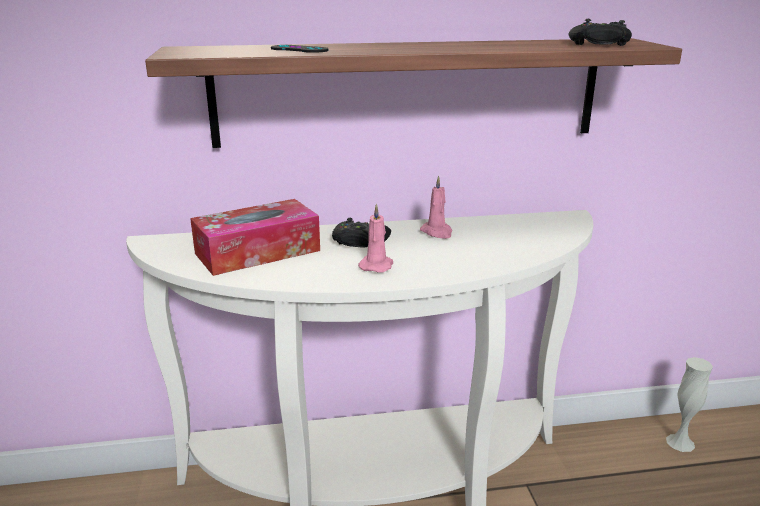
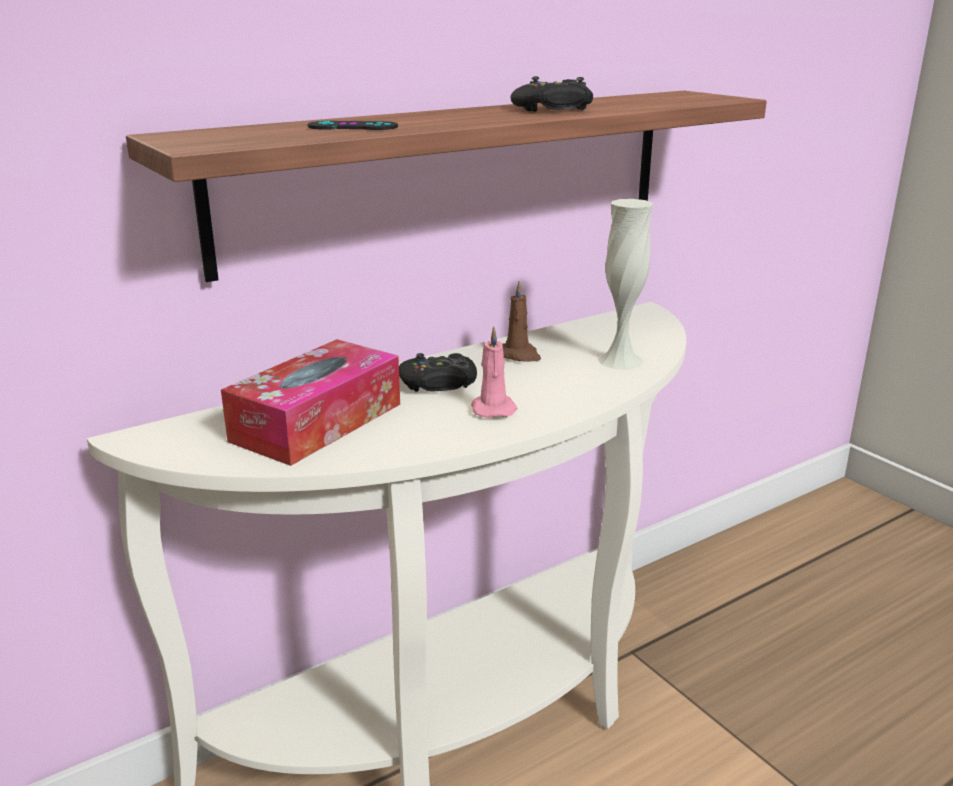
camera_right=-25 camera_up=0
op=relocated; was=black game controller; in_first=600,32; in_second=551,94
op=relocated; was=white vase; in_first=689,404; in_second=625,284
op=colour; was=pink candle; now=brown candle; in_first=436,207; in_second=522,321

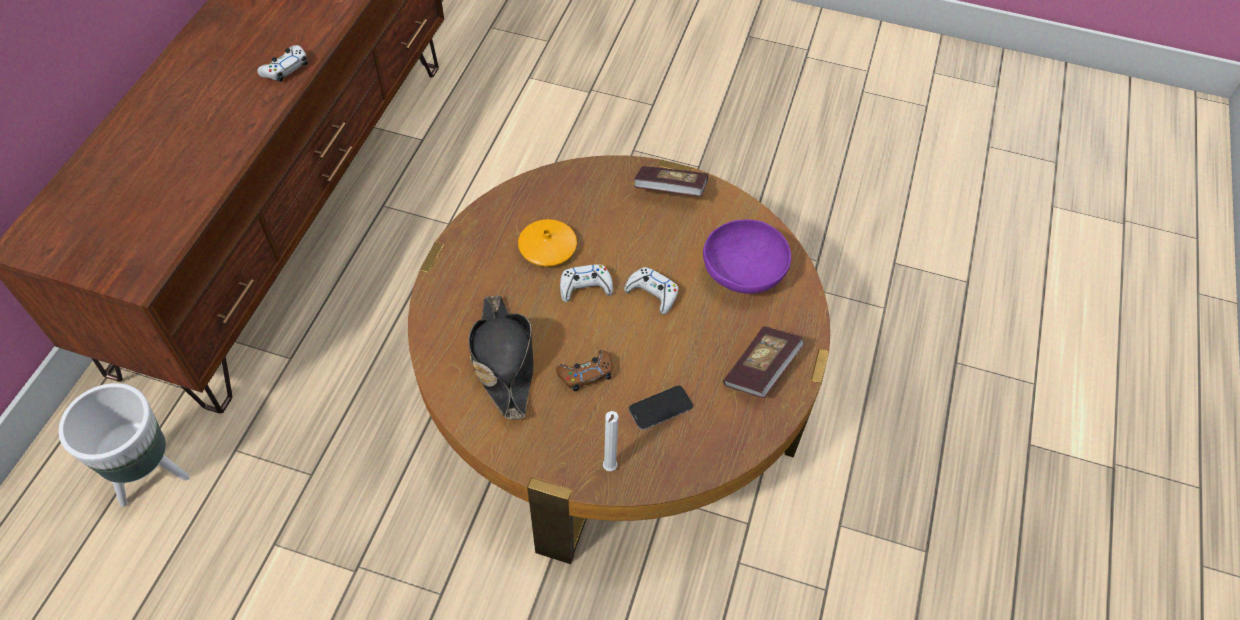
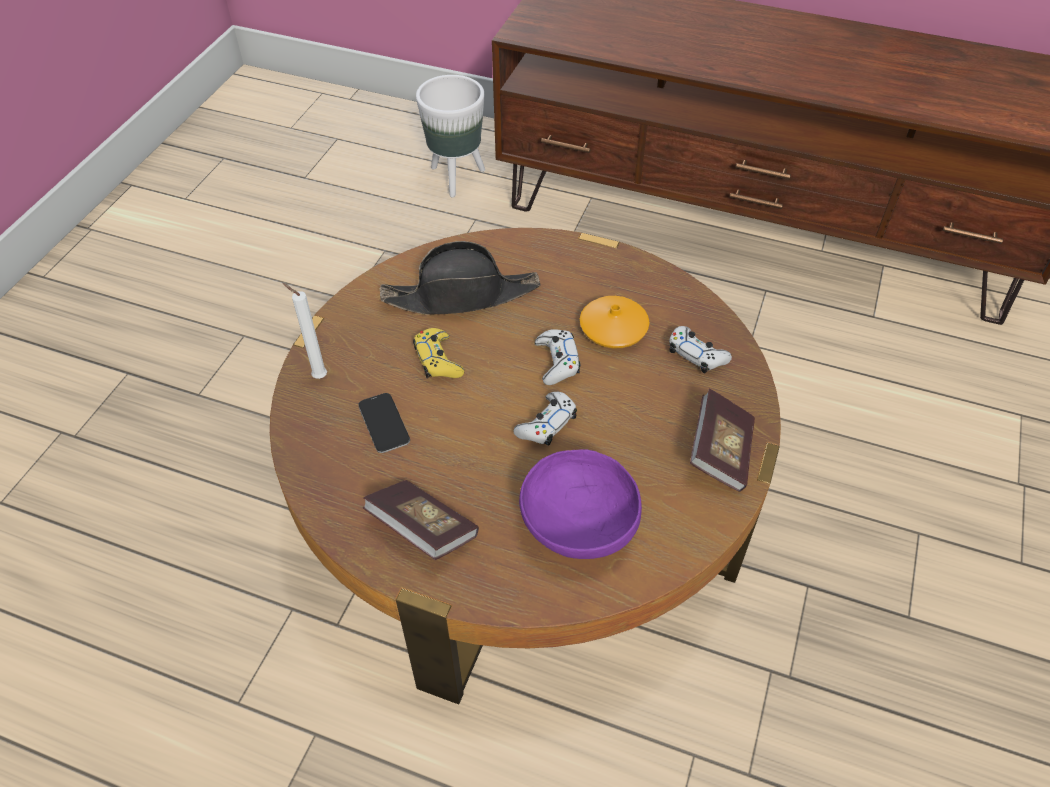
camera_right=95 camera_up=-5
op=relocated; was=white game controller; in_first=282,63; in_second=700,349
op=colour; was=brown game controller; now=yellow game controller; in_first=584,371; in_second=438,353

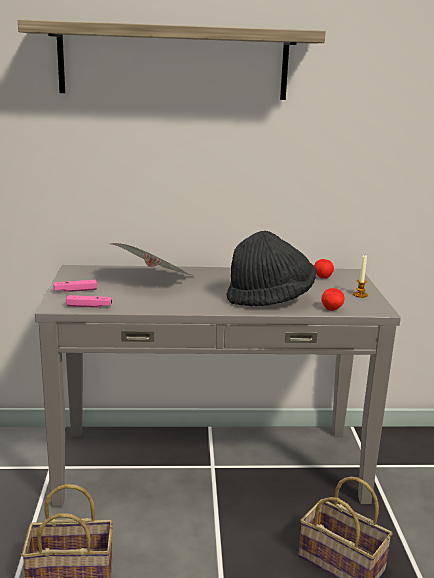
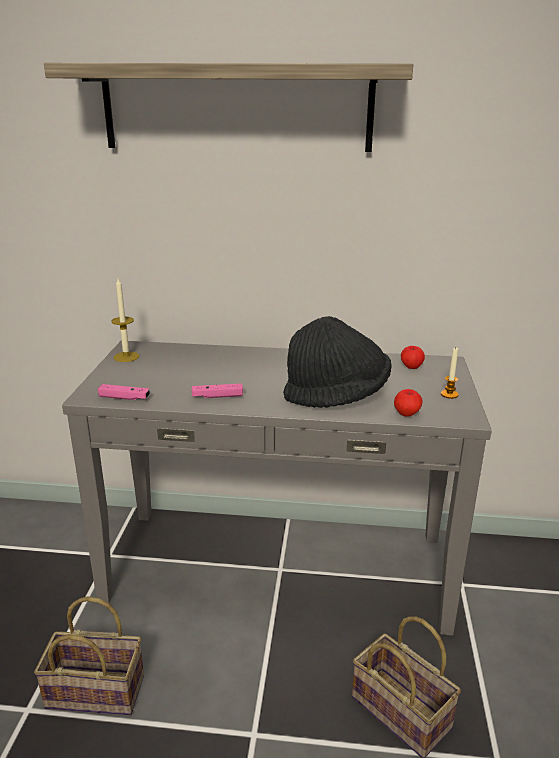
camera_right=10 camera_up=5
op=missing; was=newspaper; in_first=151,259
op=appeared; now=candle; in_second=125,320
op=relocated; was=pink game controller; in_first=75,286; in_second=217,390

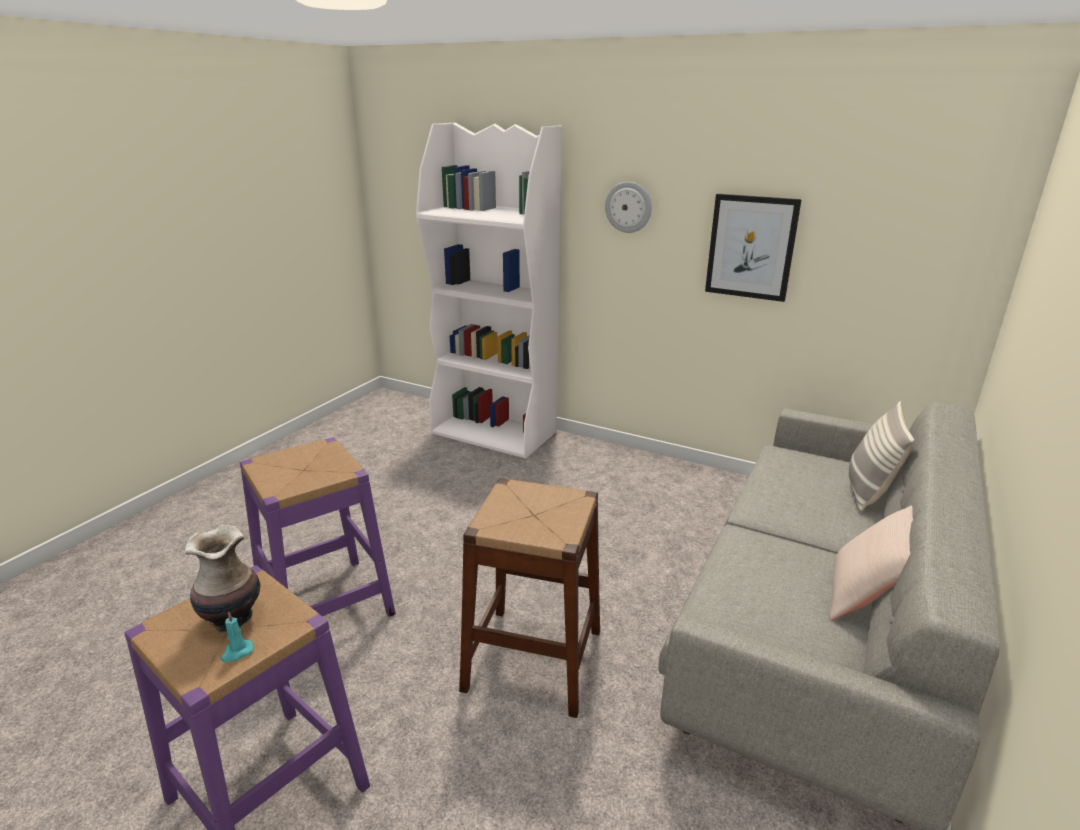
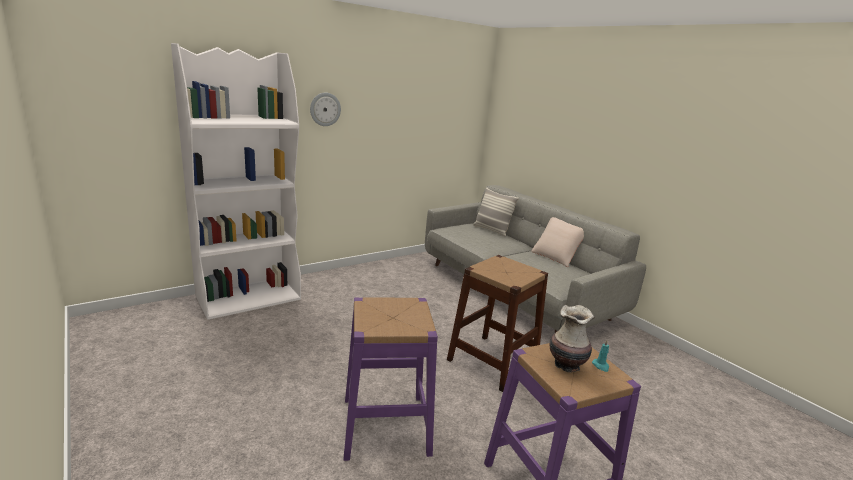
camera_right=-65 camera_up=-5
op=missing; was=picture; in_first=753,248

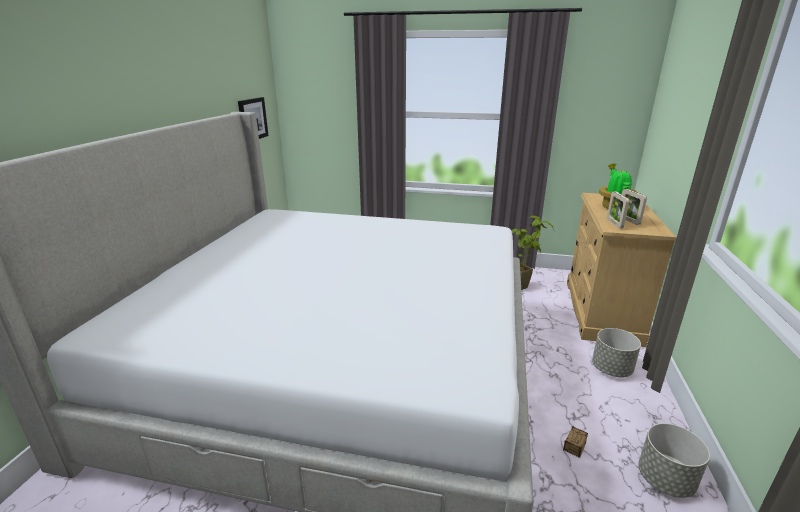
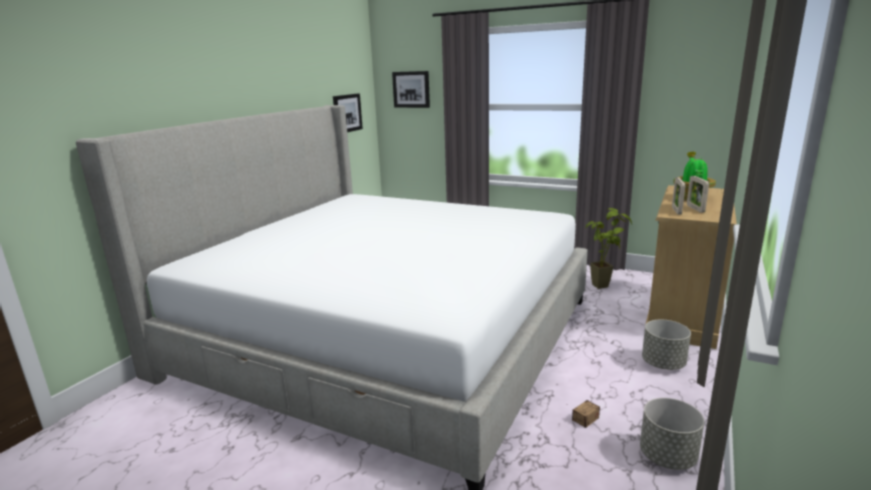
camera_right=15 camera_up=-5
op=appeared; now=picture; in_second=411,89

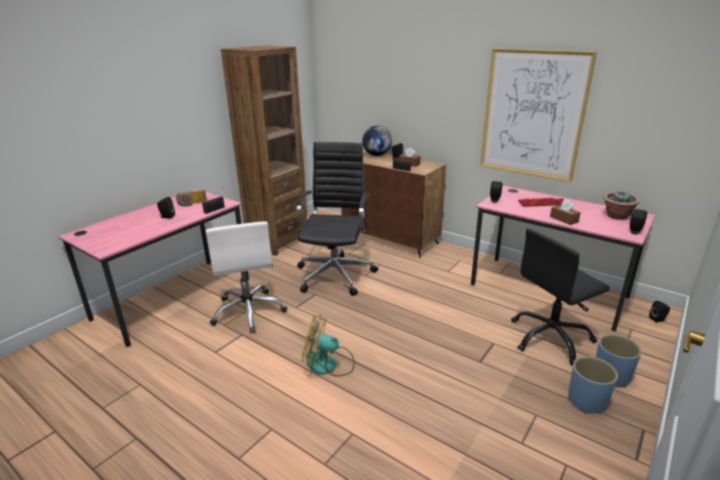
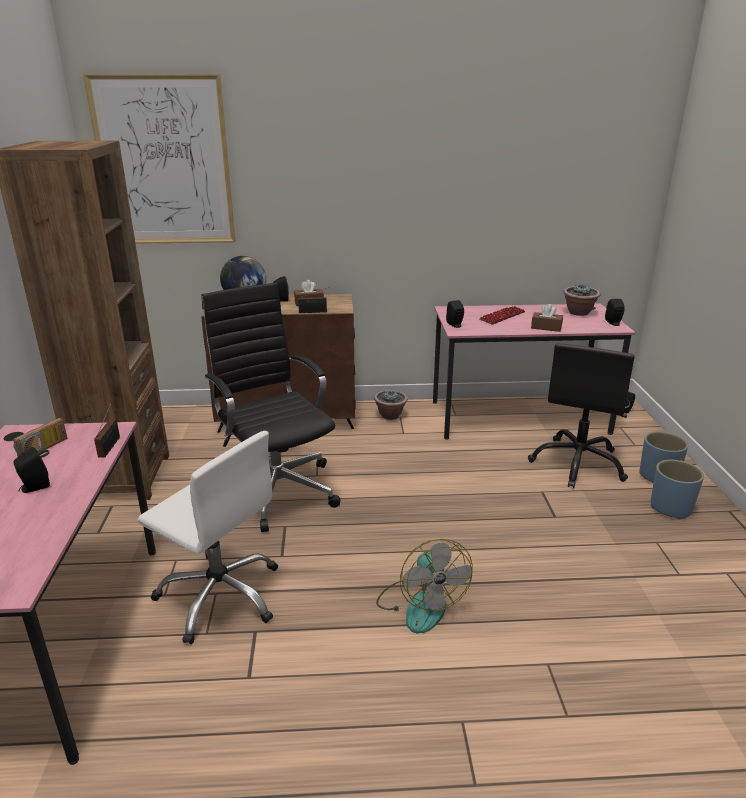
camera_right=-40 camera_up=0
op=appeared; now=potted plant; in_second=391,405
op=relocated; was=picture; in_first=538,115; in_second=159,159
op=spun; was=fan; in_first=328,345; in_second=424,586; clockwise=-75

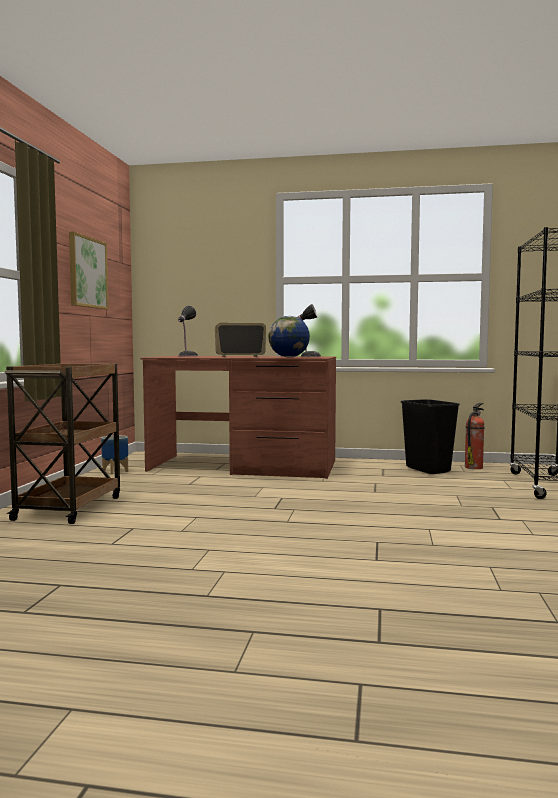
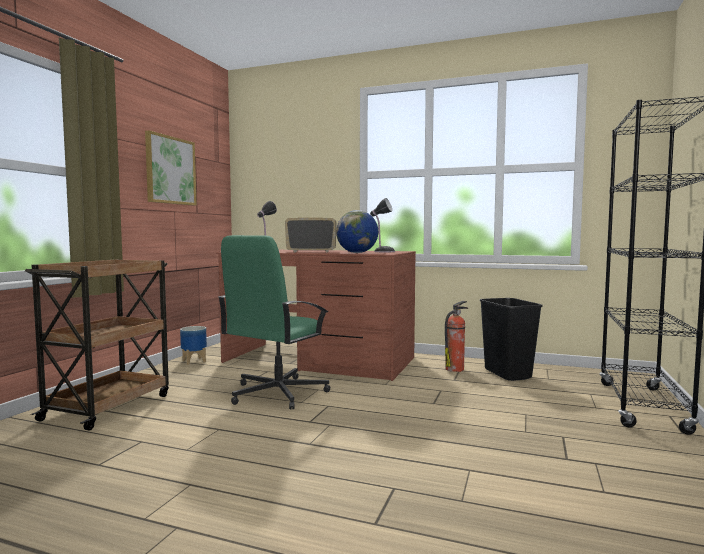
camera_right=10 camera_up=0
op=appeared; now=green office chair; in_second=274,322
op=relocated; was=fire extinguisher; in_first=475,436; in_second=456,336

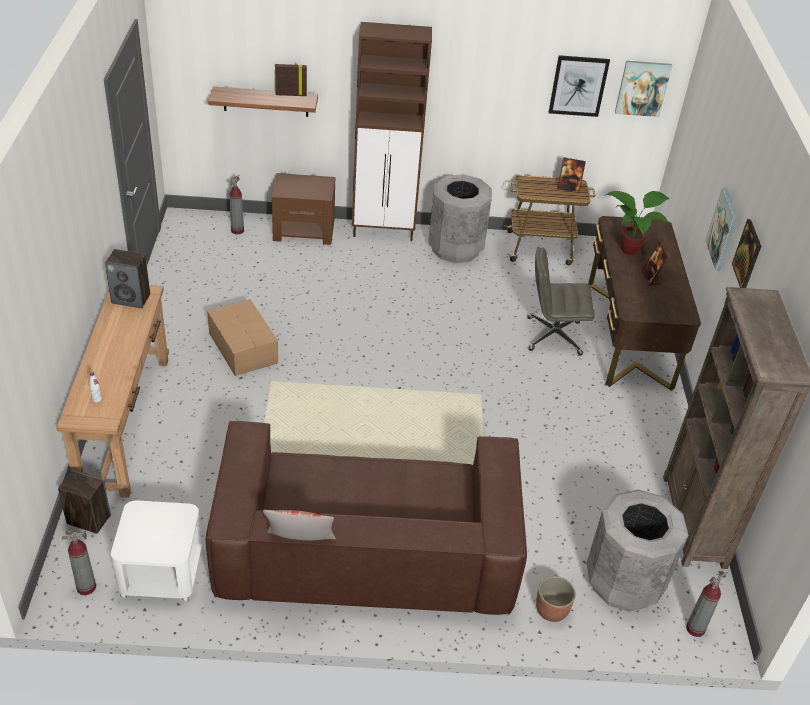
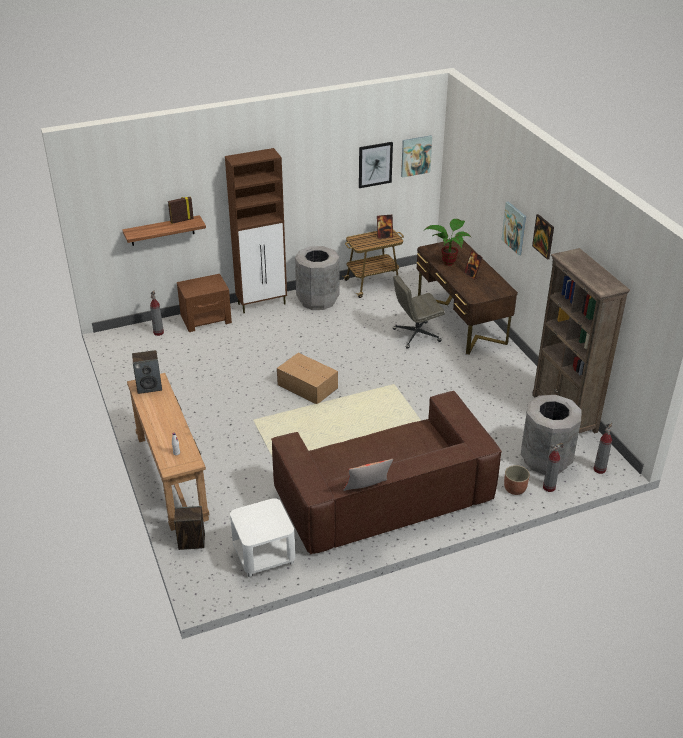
camera_right=-20 camera_up=-5
op=relocated; was=fire extinguisher; in_first=79,562; in_second=553,467
op=relocated; was=cardboard box; in_first=242,337; in_second=307,378

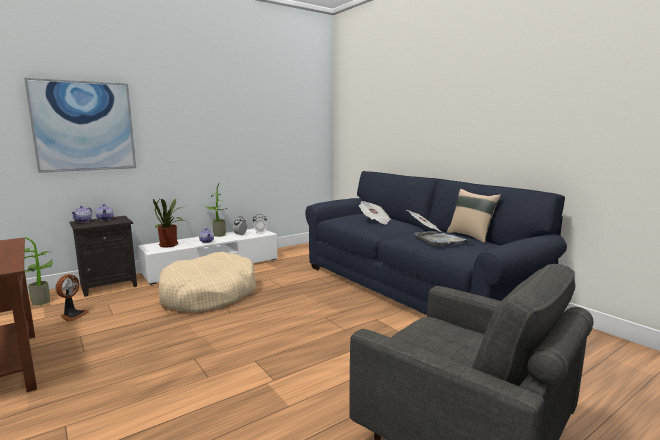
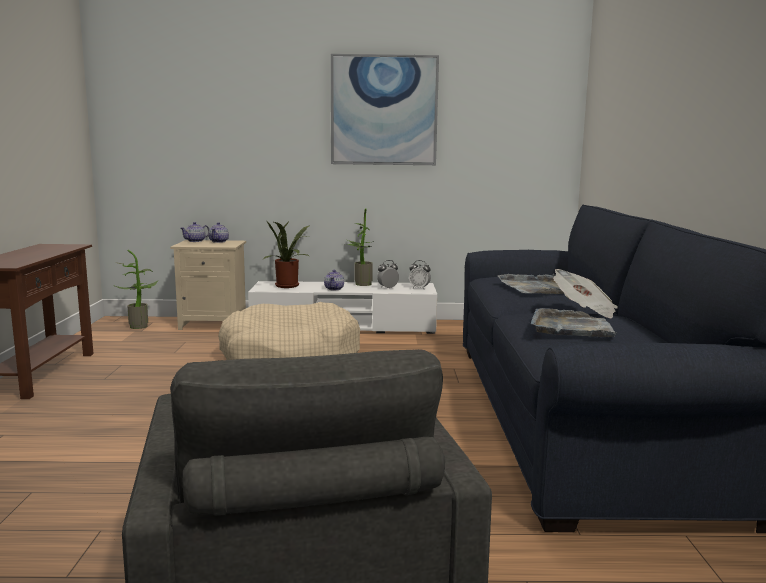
camera_right=35 camera_up=0
op=missing; was=fan; in_first=72,298
op=missing; was=beige pillow; in_first=474,216
op=relocated; was=picture; in_first=80,125; in_second=385,109
op=exchanged; was=newspaper; now=grey tray; in_first=375,213; in_second=531,284
op=colour; was=black nightstand; now=beige nightstand; in_first=103,256; in_second=208,285

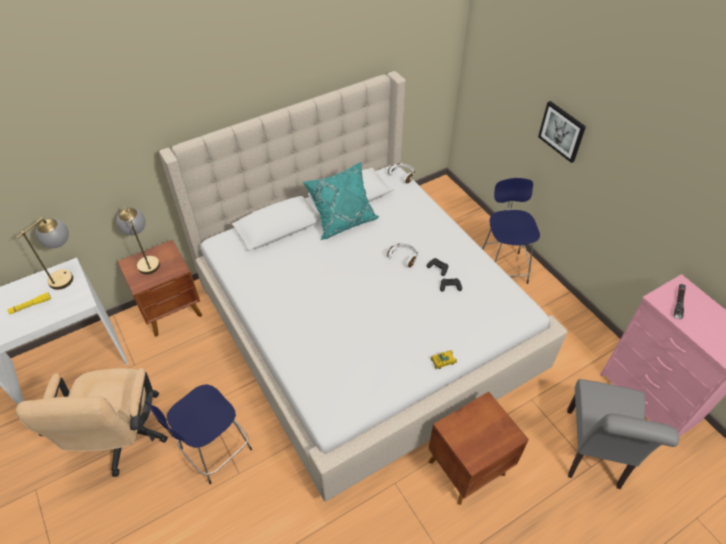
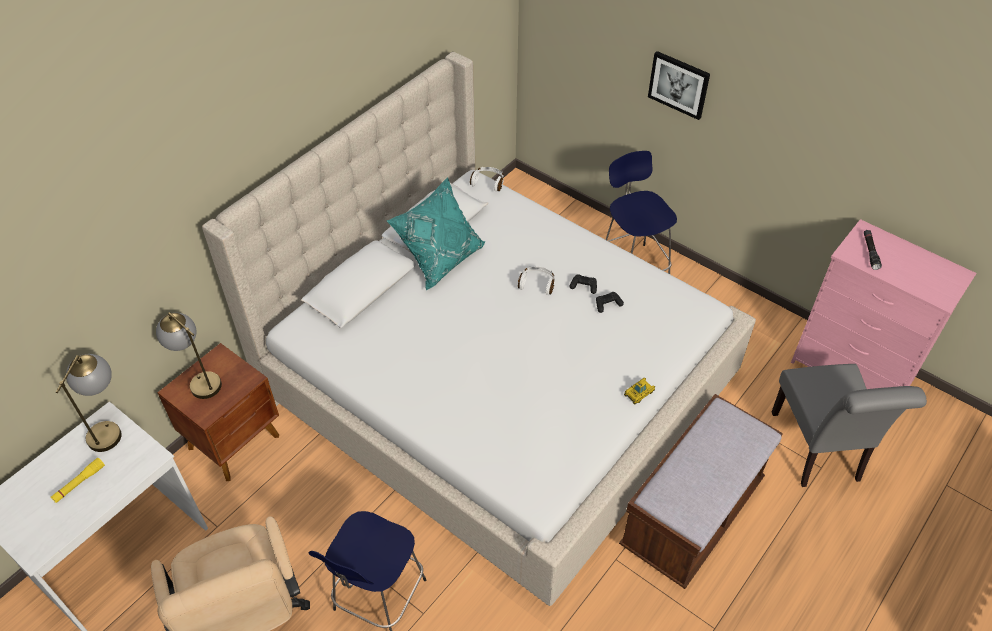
camera_right=-20 camera_up=0
op=exchanged; was=brown nightstand; now=brown bench; in_first=478,448; in_second=701,491

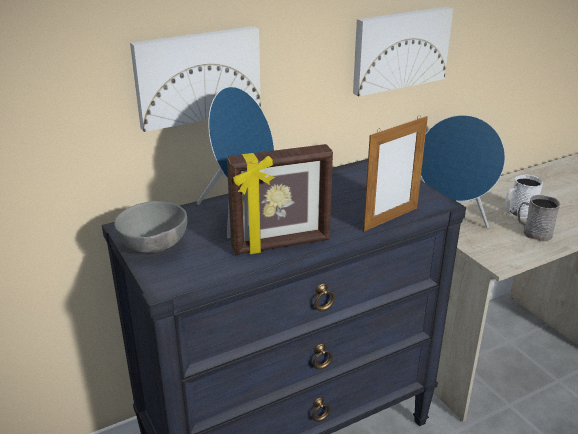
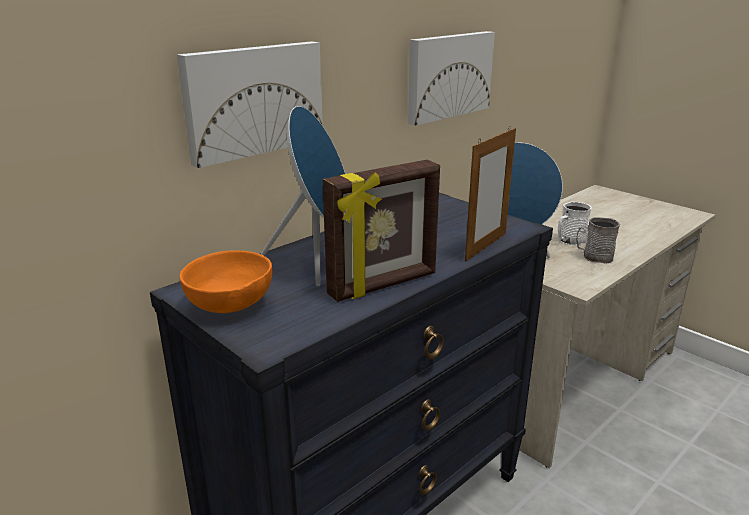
camera_right=-15 camera_up=-5
op=colour; was=grey bowl; now=orange bowl; in_first=150,227; in_second=225,281

